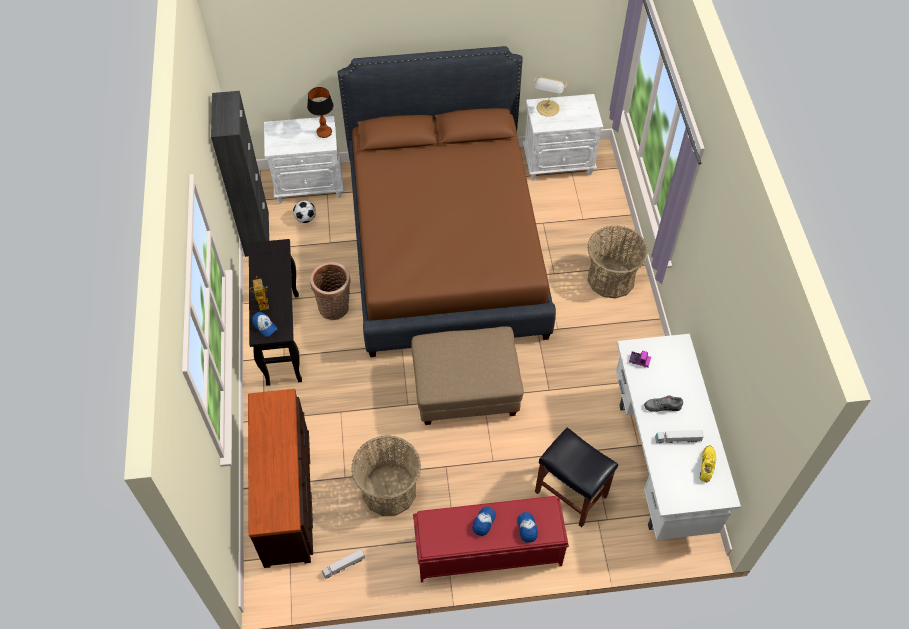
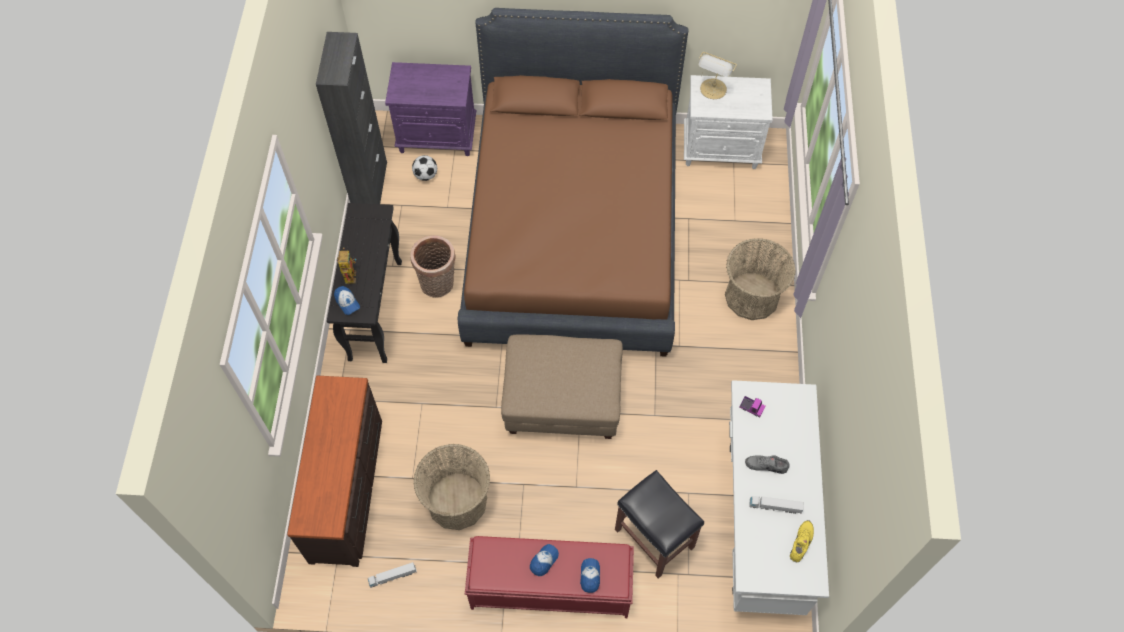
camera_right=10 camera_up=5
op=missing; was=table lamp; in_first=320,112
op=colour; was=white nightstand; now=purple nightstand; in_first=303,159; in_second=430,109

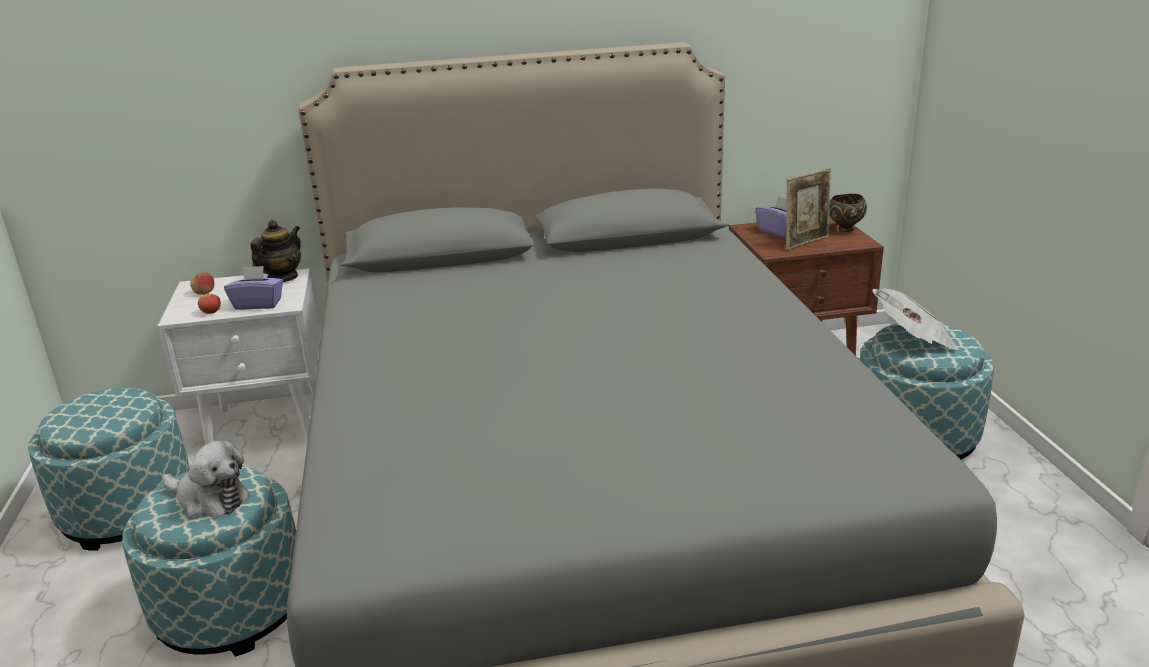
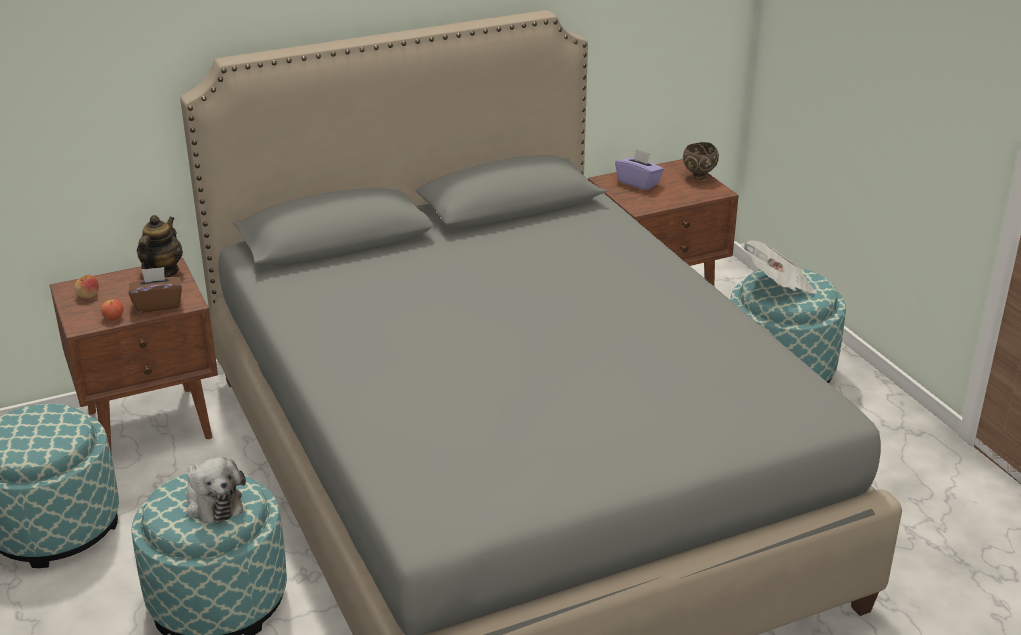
camera_right=-15 camera_up=5
op=missing; was=picture frame; in_first=808,209
op=colour; was=white nightstand; now=brown nightstand; in_first=239,356; in_second=133,357
op=colour; was=purple tissue box; now=brown tissue box; in_first=253,288; in_second=155,290
op=spun; was=plush toy; in_first=206,479; in_second=216,490; clockwise=45

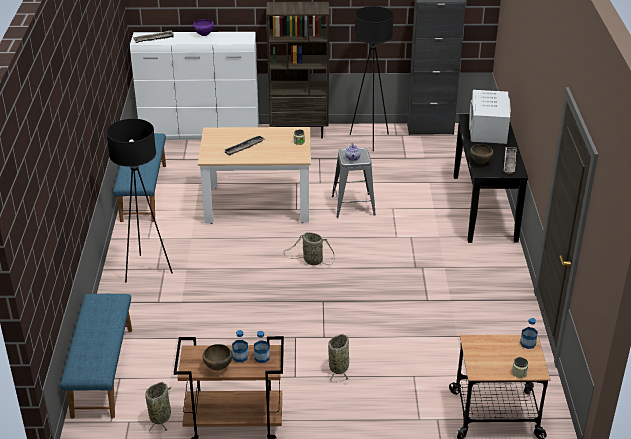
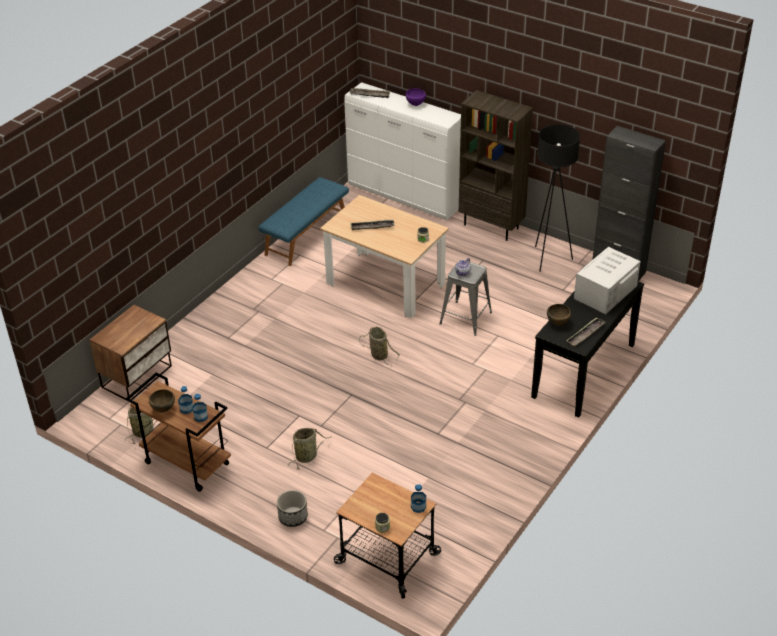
camera_right=35 camera_up=5
op=missing; was=black floor lamp; in_first=139,200
op=appeared; now=planter; in_second=292,508
op=exchanged; was=blue bench; now=nightstand; in_first=96,356; in_second=130,352

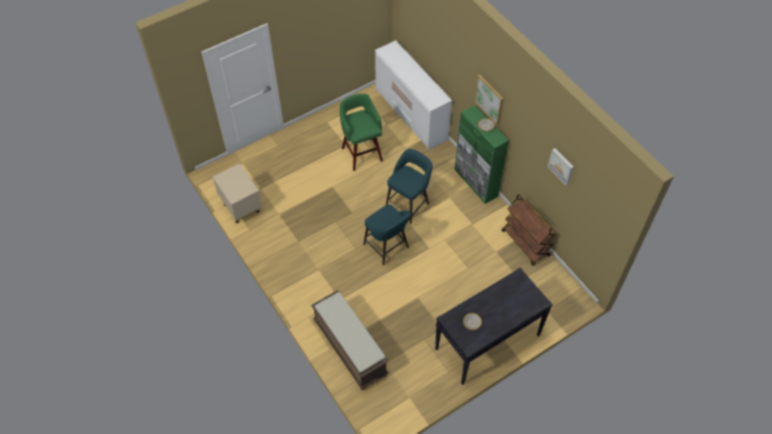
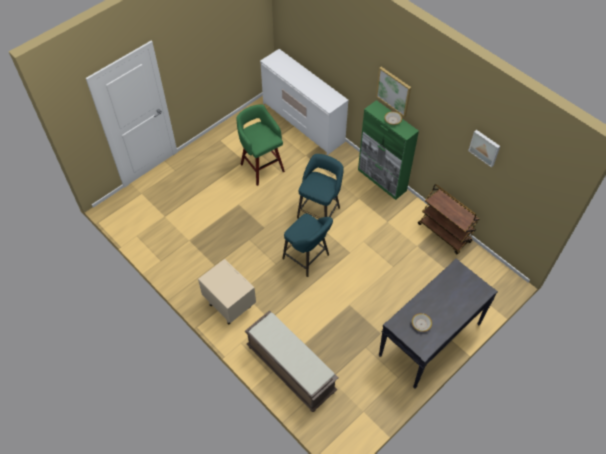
camera_right=-10 camera_up=0
op=relocated; was=beige nightstand; in_first=238,193; in_second=227,291

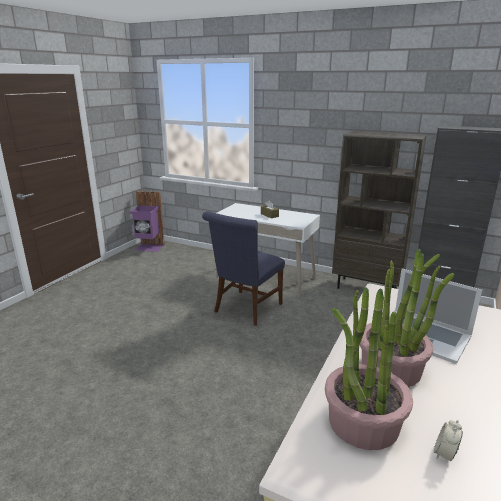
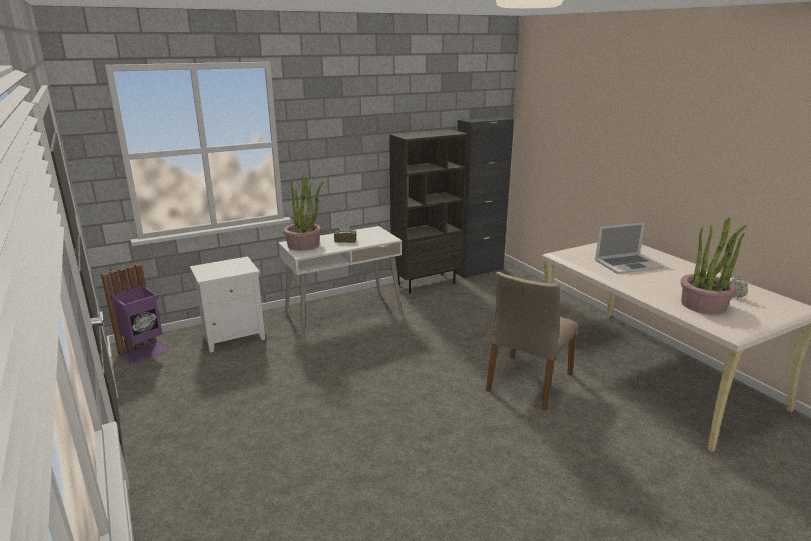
camera_right=-55 camera_up=0
op=missing; was=blue chair; in_first=243,268
op=appeared; now=white nightstand; in_second=227,304
op=appeared; now=beige chair; in_second=531,340
op=relocated; was=potted plant; in_first=407,318; in_second=303,213

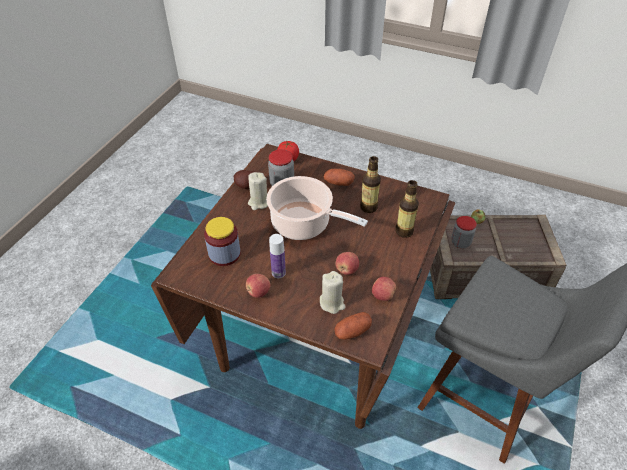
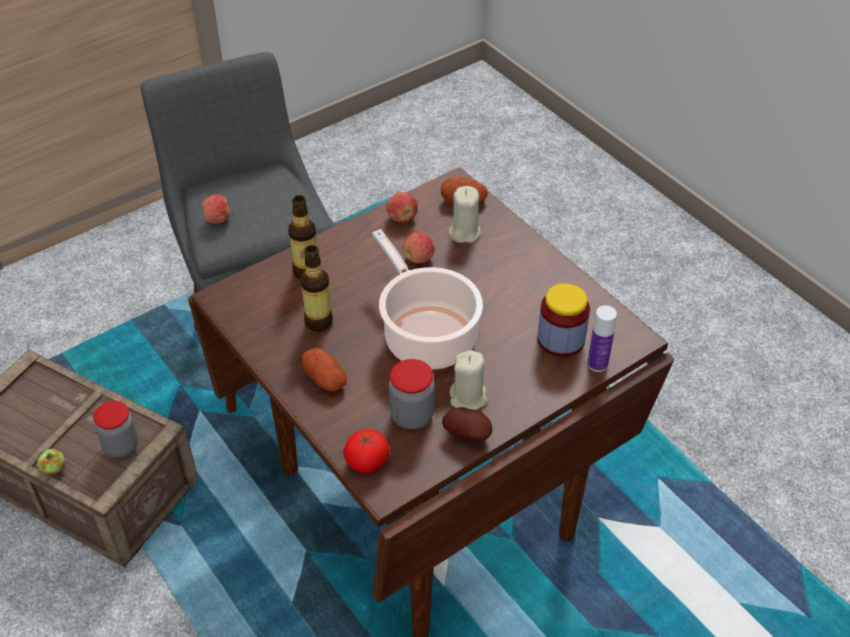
camera_right=-150 camera_up=0
op=relocated; was=apple; in_first=258,286; in_second=216,209
op=relocated; was=bottle; in_first=277,256; in_second=602,338

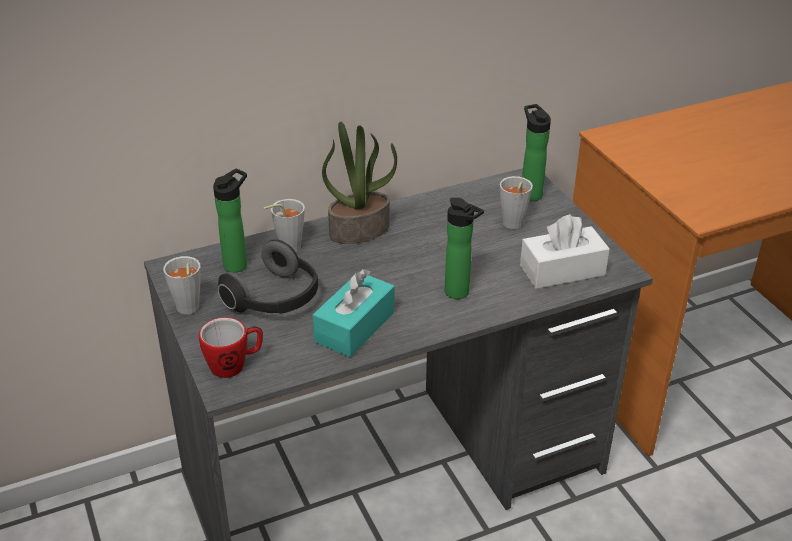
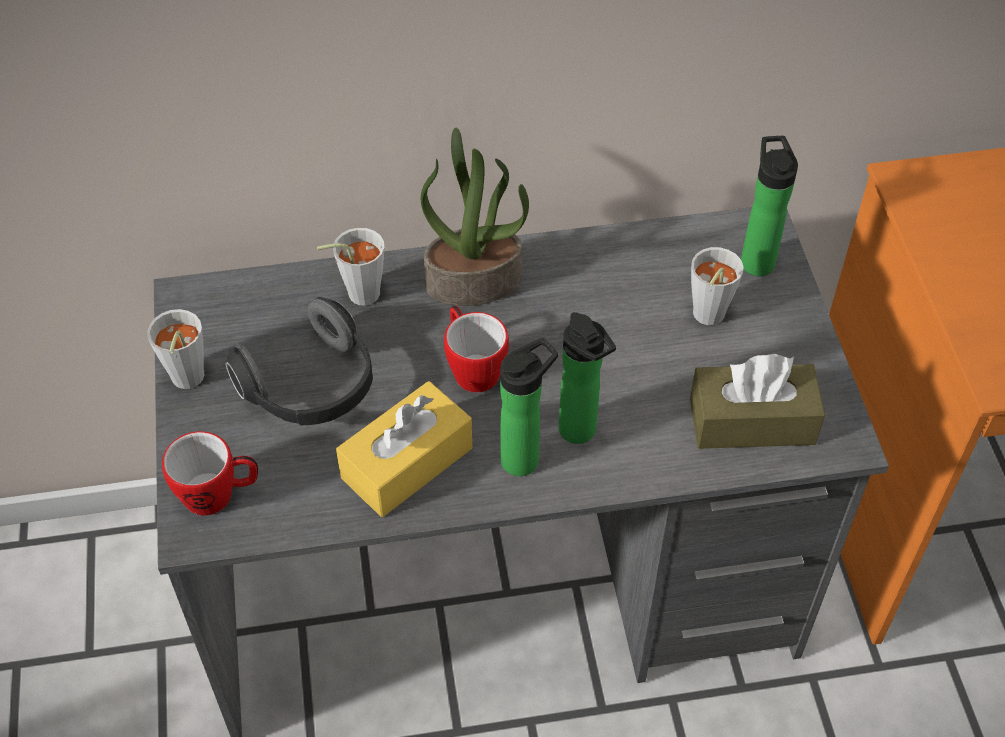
camera_right=15 camera_up=15
op=appeared; now=mug; in_second=476,349
op=relocated; was=bottle; in_first=230,221; in_second=529,406
op=colour; was=turquoise tissue box; now=yellow tissue box; in_first=353,313; in_second=404,449
op=colour; was=white tissue box; now=brown tissue box; in_first=565,251; in_second=757,401

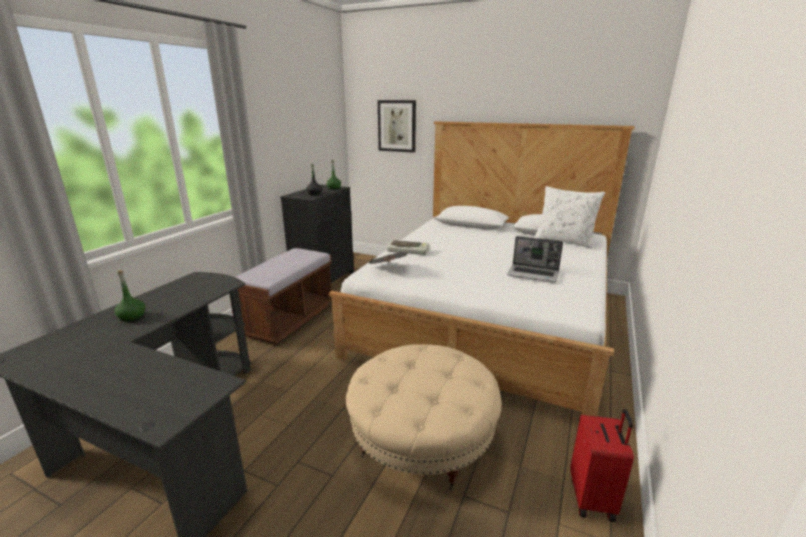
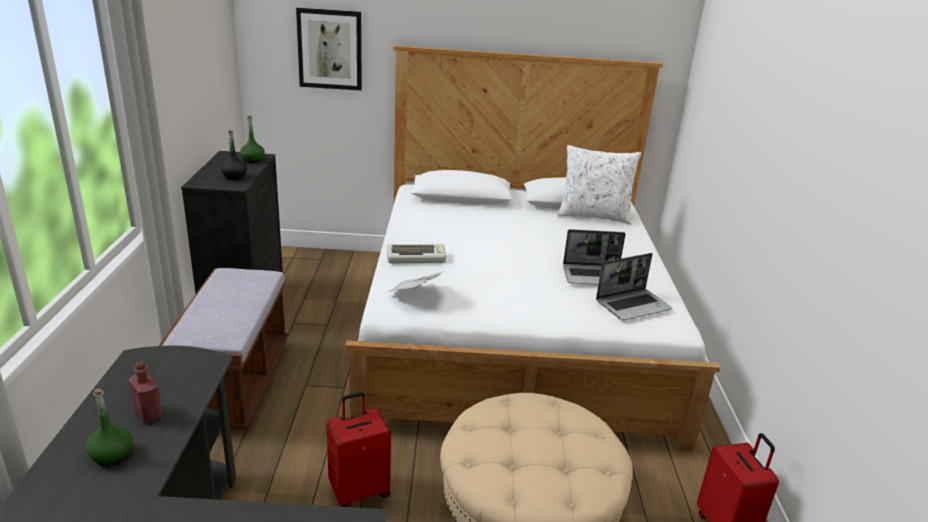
camera_right=-25 camera_up=5
op=appeared; now=red bottle; in_second=146,392
op=appeared; now=red suitcase; in_second=358,449
op=appeared; now=laptop; in_second=634,287

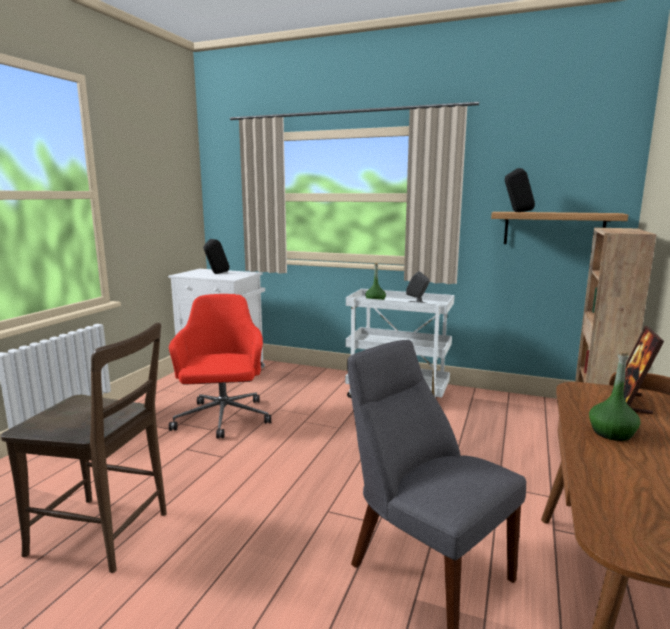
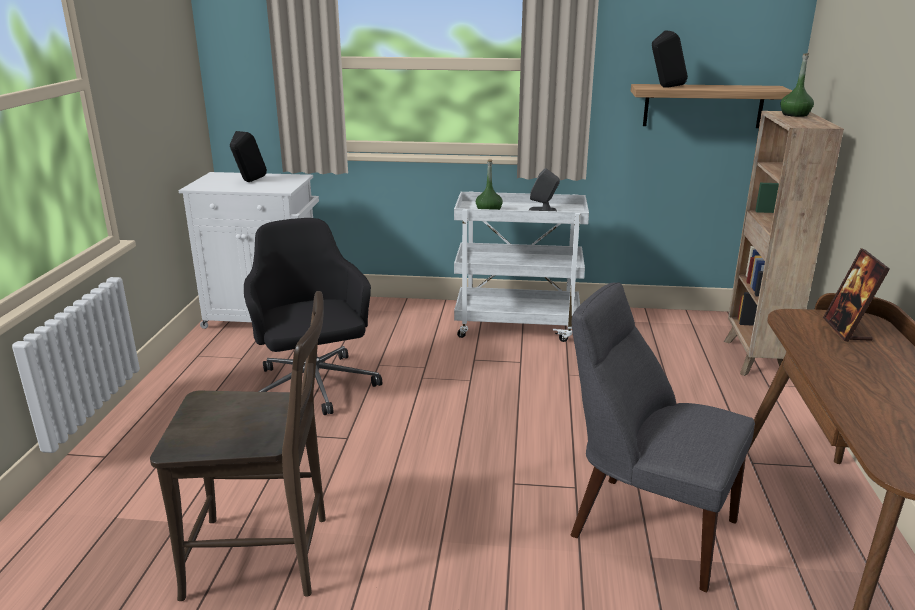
camera_right=-15 camera_up=10
op=relocated; was=green bottle; in_first=614,396; in_second=797,85
op=colour; was=red office chair; now=black office chair; in_first=220,366; in_second=313,316

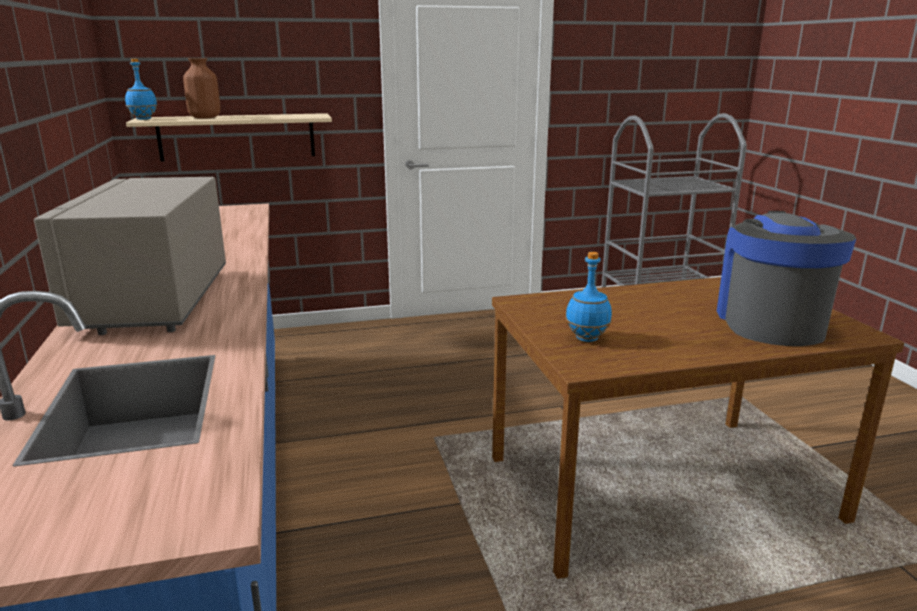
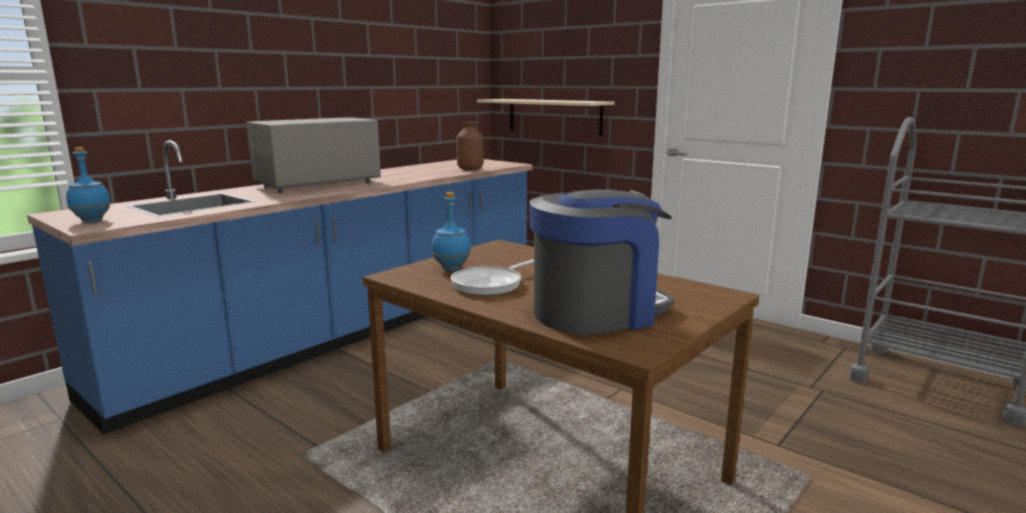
camera_right=55 camera_up=-5
op=appeared; now=frying pan; in_second=492,277
op=relocated; was=blue bottle; in_first=141,89; in_second=88,184
op=relocated; was=brown vase; in_first=202,88; in_second=470,146

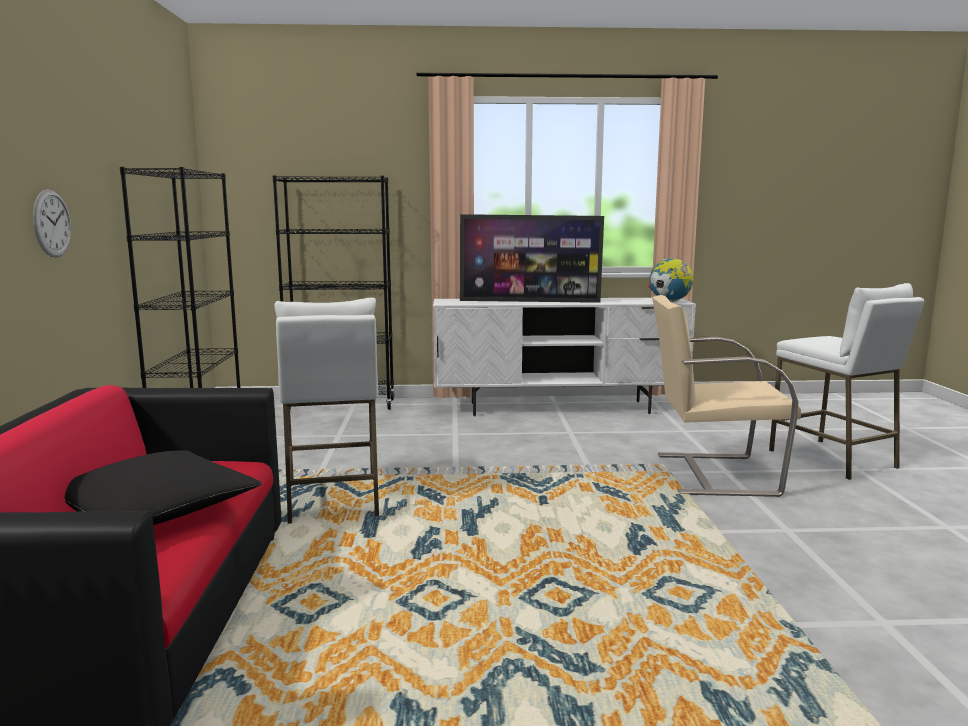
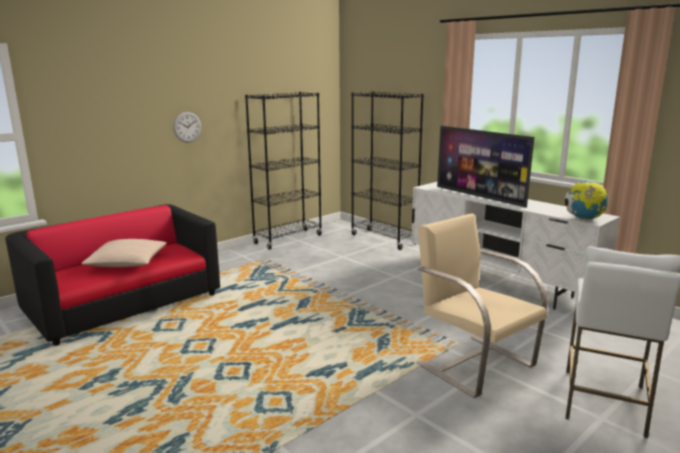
camera_right=50 camera_up=5
op=missing; was=white stool; in_first=326,411
op=colour; was=black pillow; now=beige pillow; in_first=163,487; in_second=124,253

